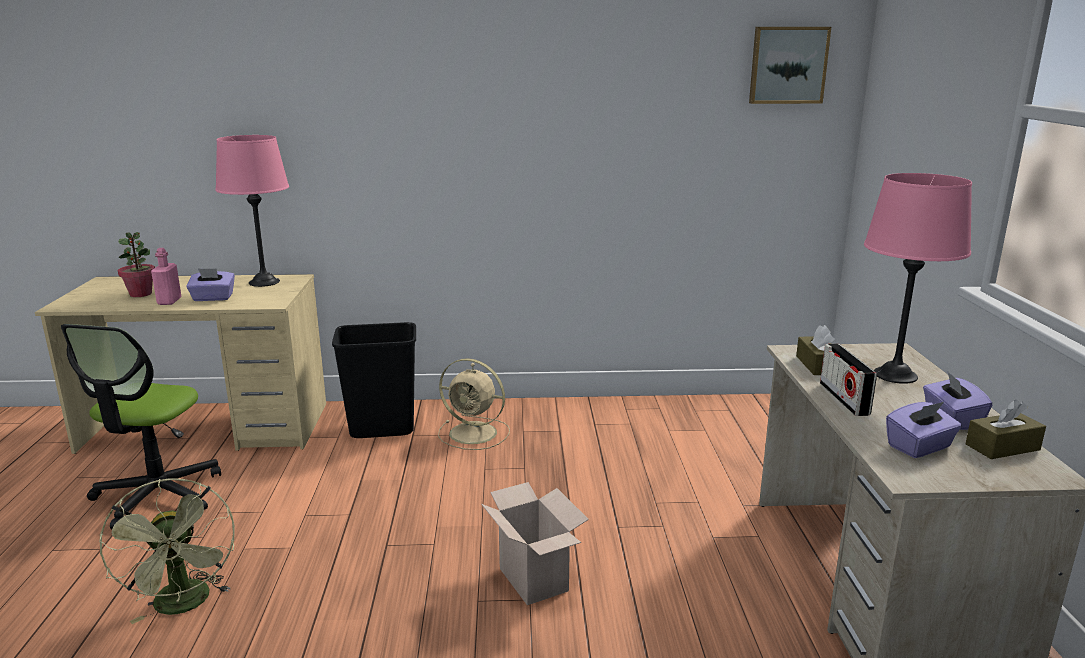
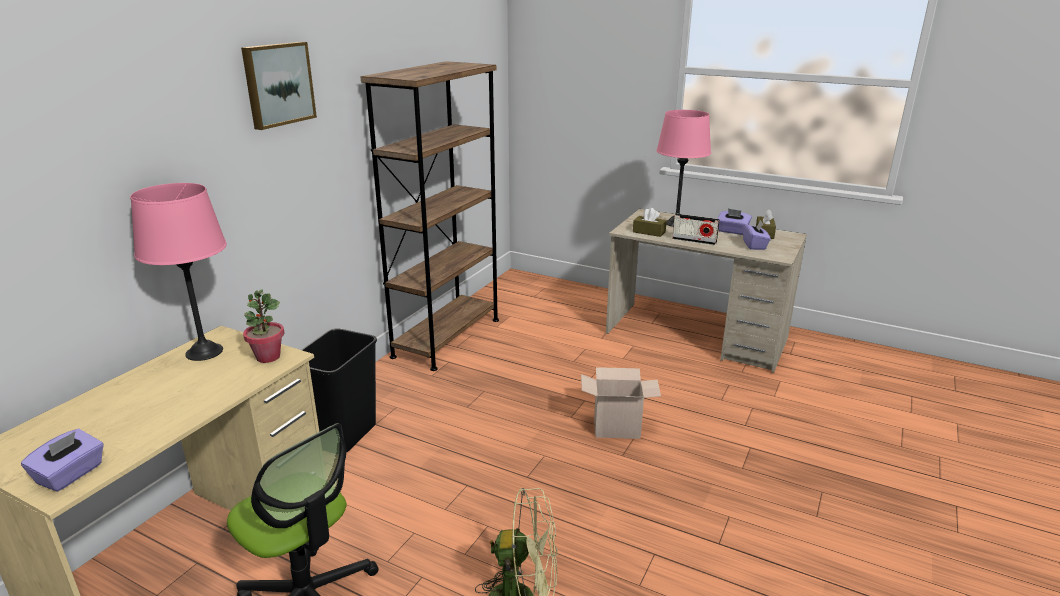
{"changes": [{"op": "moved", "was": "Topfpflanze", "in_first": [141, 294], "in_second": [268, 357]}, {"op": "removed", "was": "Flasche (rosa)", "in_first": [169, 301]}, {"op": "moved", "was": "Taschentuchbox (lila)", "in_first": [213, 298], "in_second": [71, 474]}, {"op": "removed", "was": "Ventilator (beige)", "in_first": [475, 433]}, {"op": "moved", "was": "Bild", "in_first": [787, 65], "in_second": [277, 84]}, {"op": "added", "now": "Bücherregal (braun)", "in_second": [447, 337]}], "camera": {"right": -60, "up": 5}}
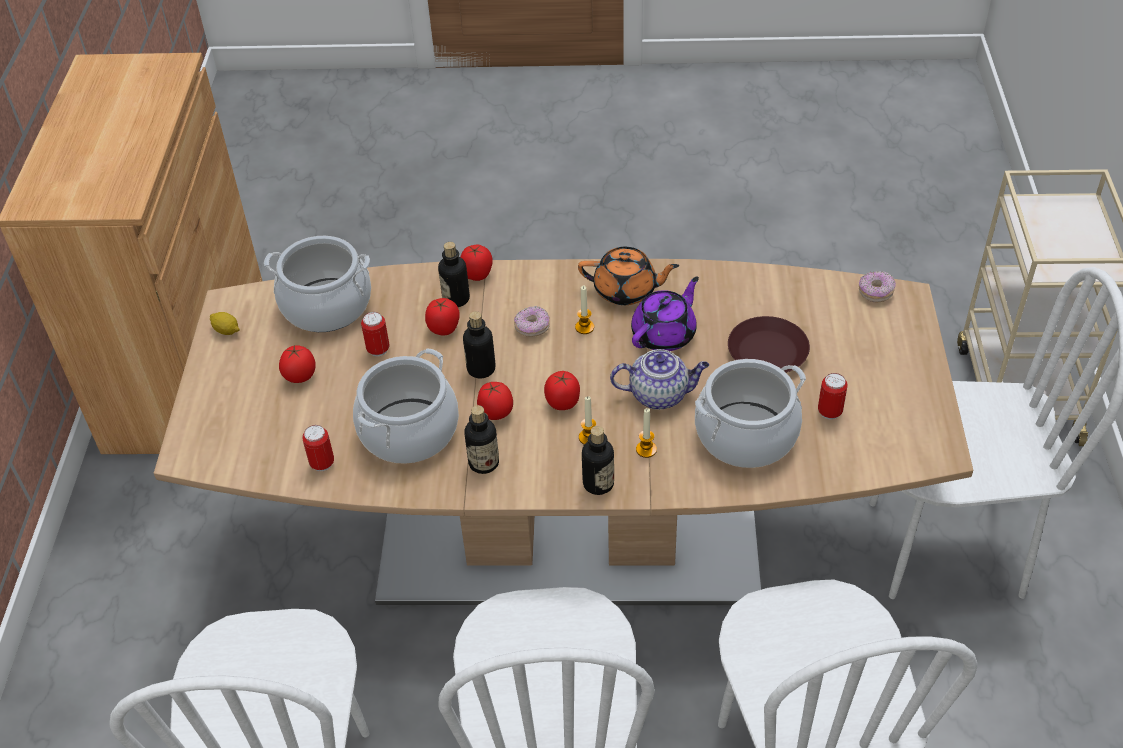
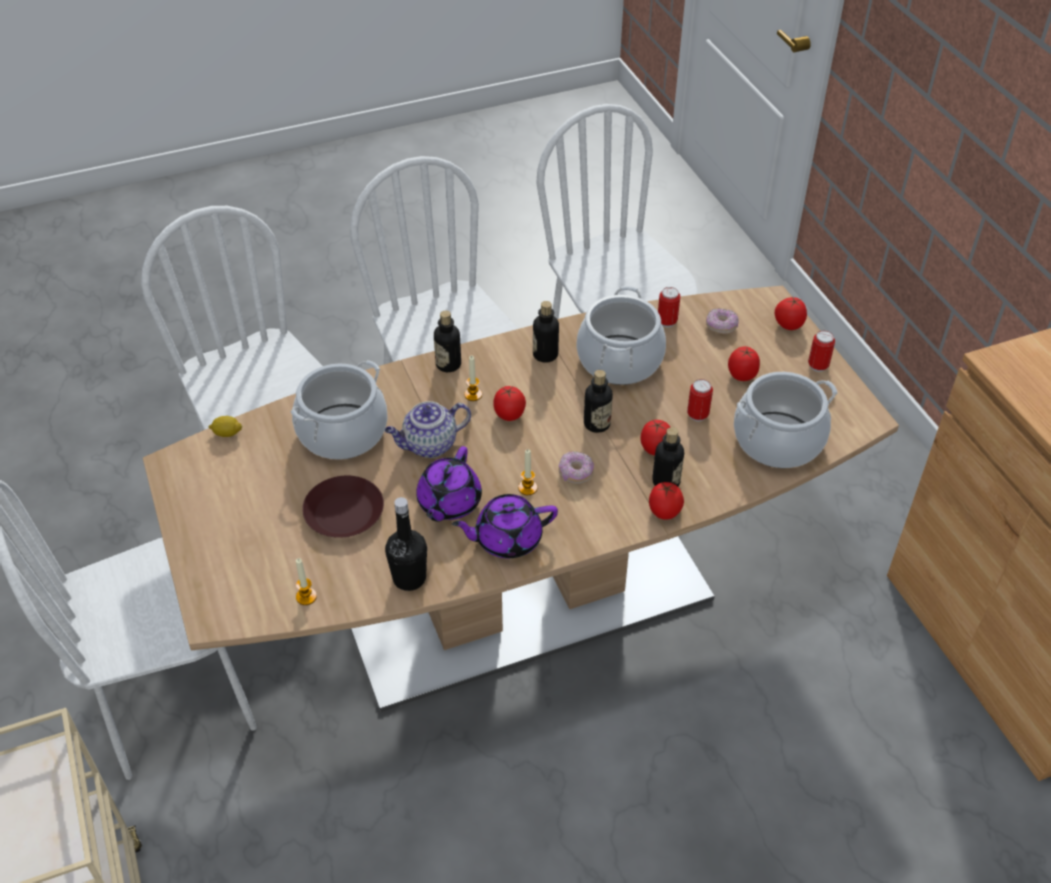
{"changes": [{"op": "moved", "was": "Zitrone", "in_first": [226, 330], "in_second": [227, 433]}, {"op": "moved", "was": "Tomate", "in_first": [496, 413], "in_second": [788, 325]}, {"op": "recoloured", "was": "Teekanne (orange)", "now": "Teekanne (lila)", "in_first": [626, 290], "in_second": [507, 539]}, {"op": "moved", "was": "Kerze", "in_first": [646, 449], "in_second": [306, 597]}, {"op": "moved", "was": "Dose", "in_first": [829, 412], "in_second": [818, 366]}, {"op": "moved", "was": "Donut", "in_first": [875, 292], "in_second": [721, 327]}, {"op": "added", "now": "Flasche (schwarz)", "in_second": [409, 578]}], "camera": {"right": 155, "up": 0}}
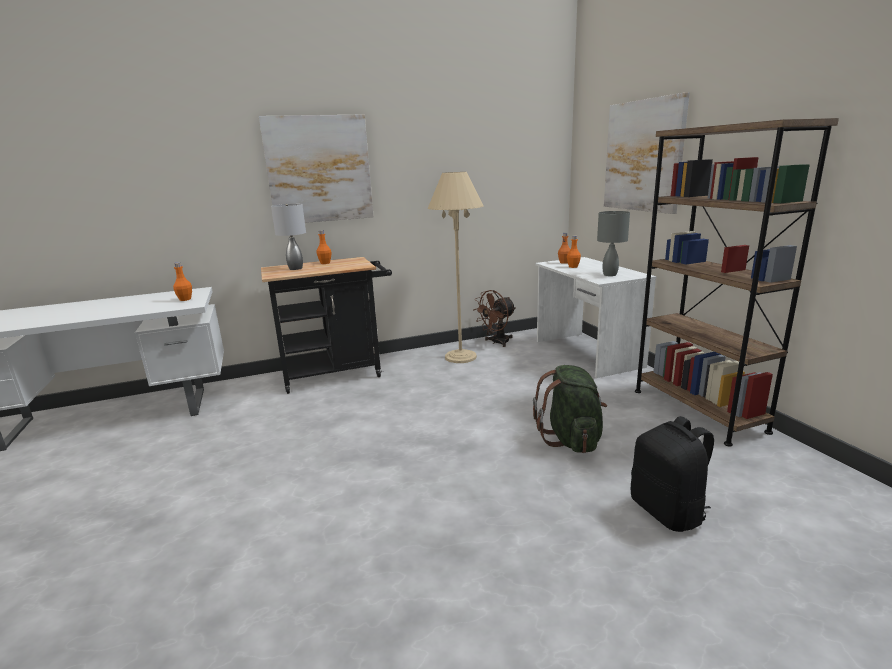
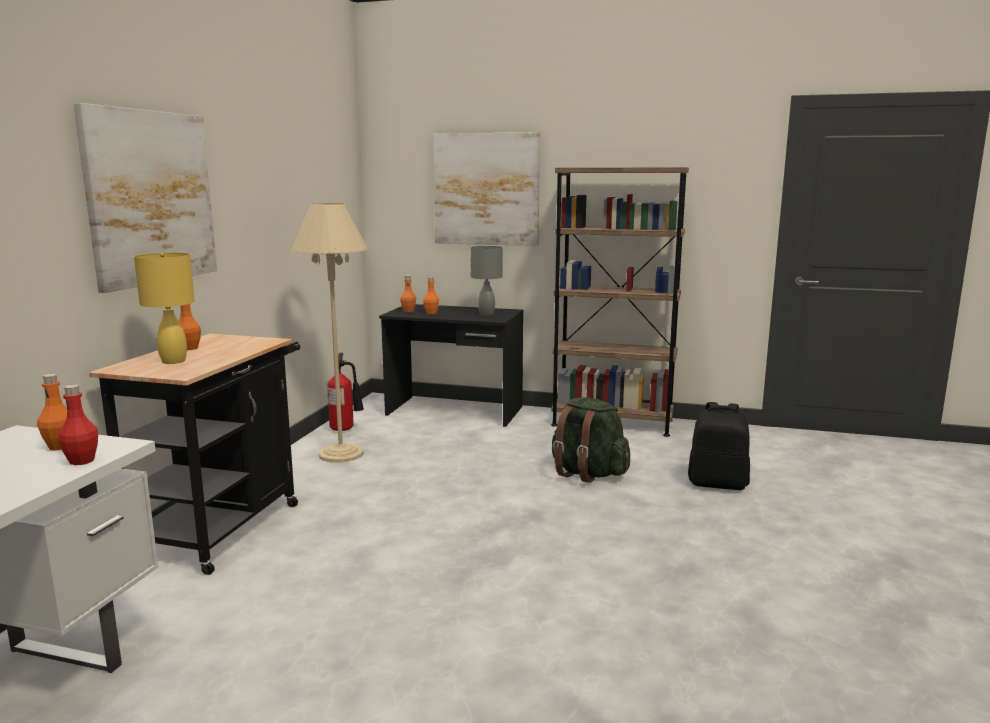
{"changes": [{"op": "recoloured", "was": "Tischlampe (grau)", "now": "Tischlampe (gelb)", "in_first": [295, 268], "in_second": [173, 361]}, {"op": "replaced", "was": "Ventilator (braun)", "now": "Feuerlöscher", "in_first": [496, 342], "in_second": [345, 429]}, {"op": "recoloured", "was": "Schreibtisch (weiß)", "now": "Schreibtisch (schwarz)", "in_first": [586, 354], "in_second": [454, 411]}, {"op": "added", "now": "Flasche (rot)", "in_second": [82, 461]}], "camera": {"right": -55, "up": -5}}
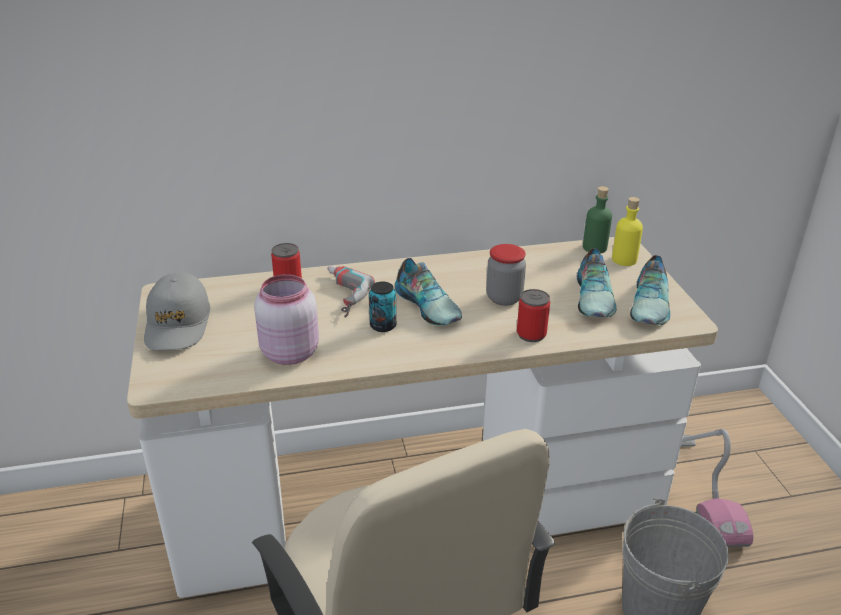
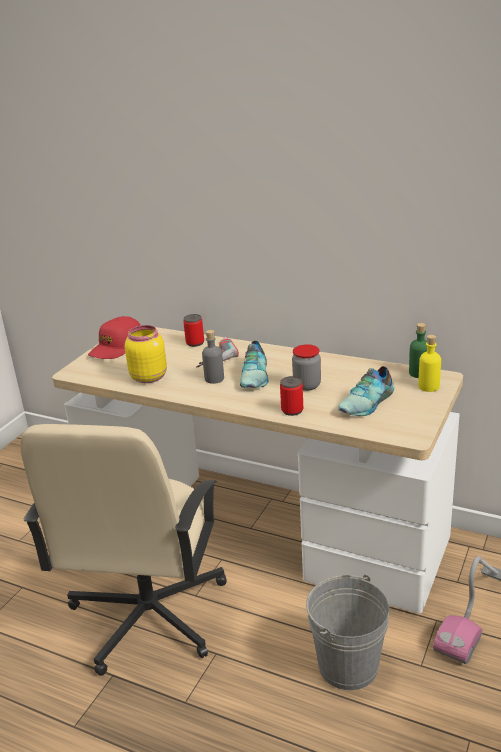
{"changes": [{"op": "recoloured", "was": "Kappe (grau)", "now": "Kappe (rot)", "in_first": [178, 324], "in_second": [117, 347]}, {"op": "recoloured", "was": "Vorratsglas (rosa)", "now": "Vorratsglas (gelb)", "in_first": [288, 352], "in_second": [148, 377]}, {"op": "replaced", "was": "Dose", "now": "Flasche (grau)", "in_first": [383, 326], "in_second": [214, 379]}, {"op": "removed", "was": "Schuh", "in_first": [651, 305]}], "camera": {"right": 40, "up": -5}}
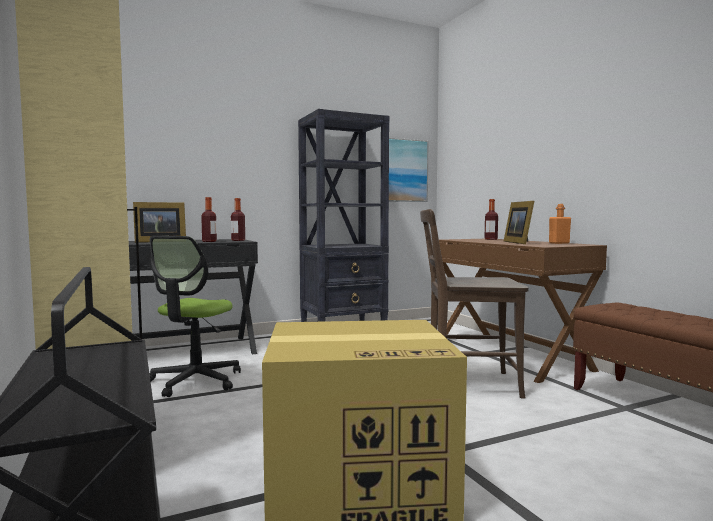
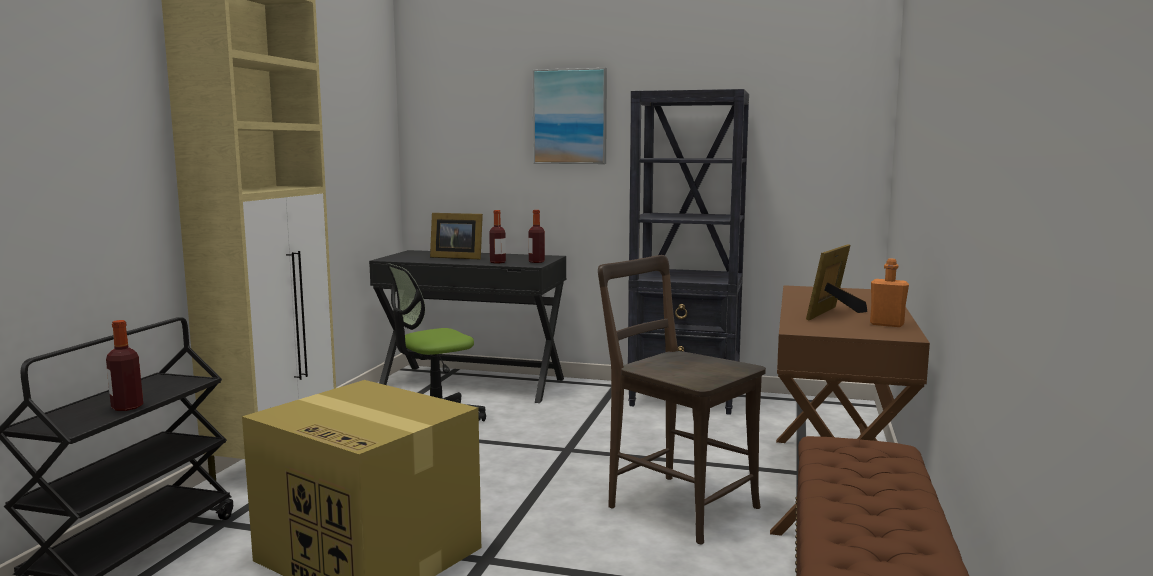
{"changes": [{"op": "moved", "was": "Bild", "in_first": [405, 170], "in_second": [570, 116]}, {"op": "moved", "was": "Flasche", "in_first": [491, 239], "in_second": [127, 407]}], "camera": {"right": 40, "up": 5}}
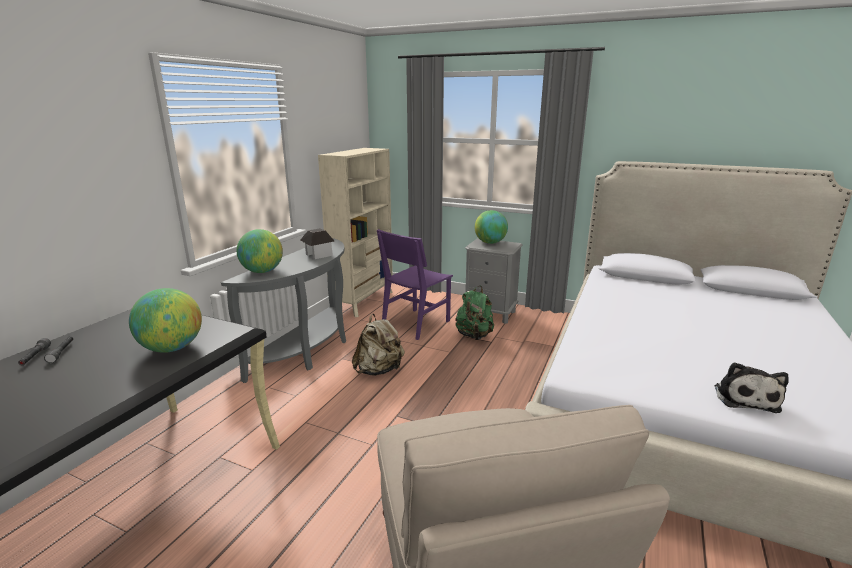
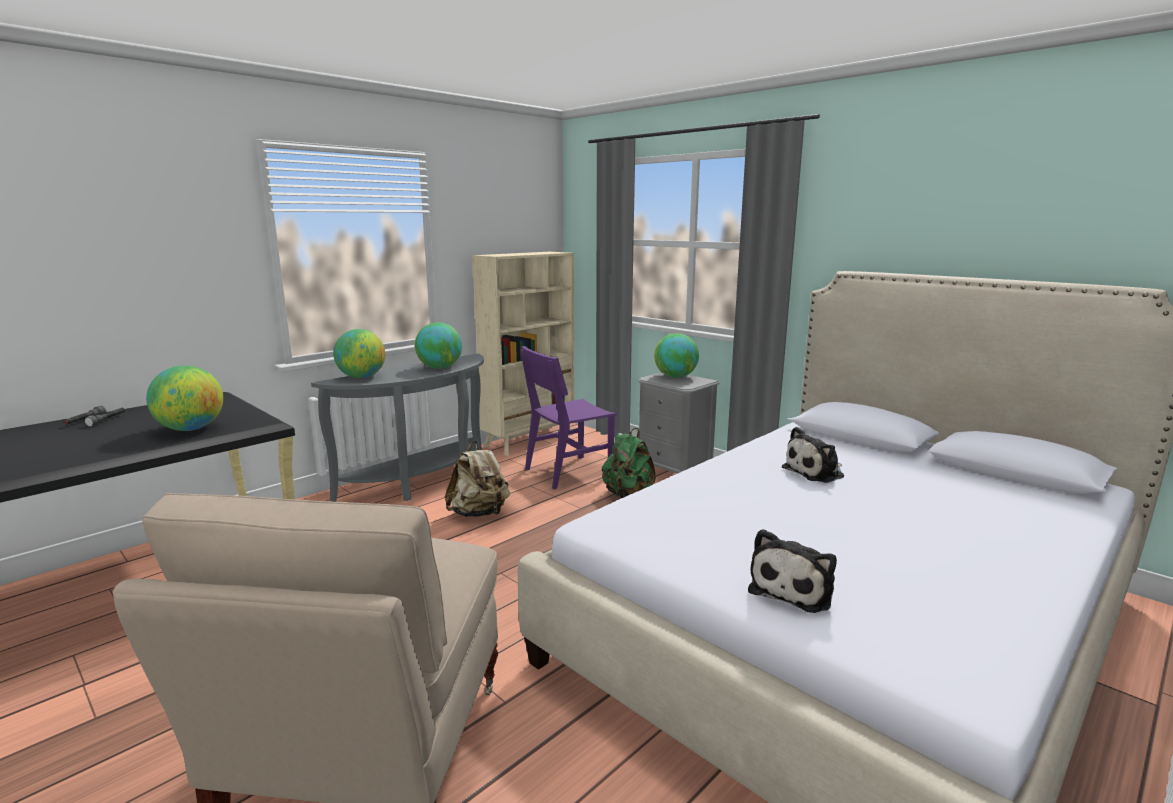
{"changes": [{"op": "replaced", "was": "Spielzeughaus", "now": "Globus", "in_first": [318, 255], "in_second": [439, 368]}, {"op": "added", "now": "Plüschtier", "in_second": [816, 472]}], "camera": {"right": 20, "up": -5}}
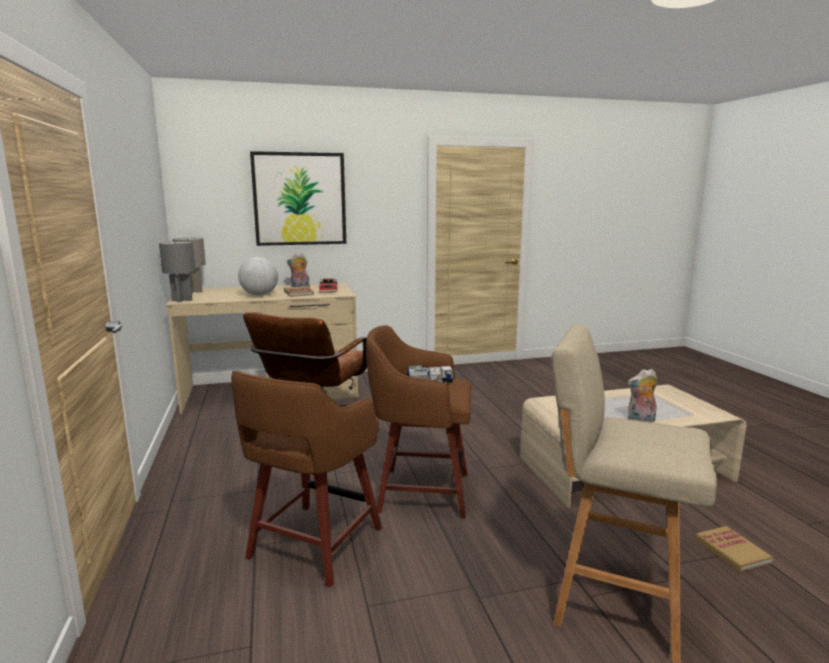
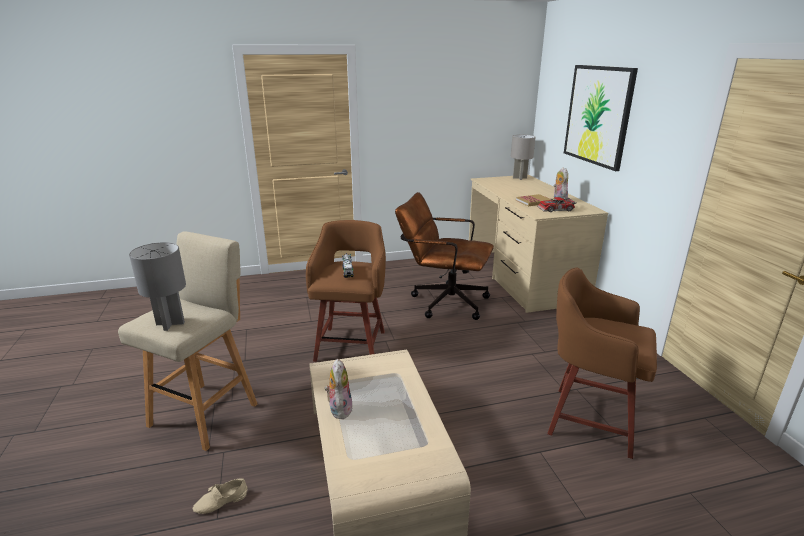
{"changes": [{"op": "moved", "was": "Tischlampe (grau)", "in_first": [182, 300], "in_second": [169, 324]}, {"op": "moved", "was": "Hocker (braun)", "in_first": [312, 545], "in_second": [588, 419]}, {"op": "removed", "was": "Globus", "in_first": [259, 295]}, {"op": "replaced", "was": "Buch", "now": "Schuh (beige)", "in_first": [732, 550], "in_second": [221, 502]}], "camera": {"right": 90, "up": 10}}
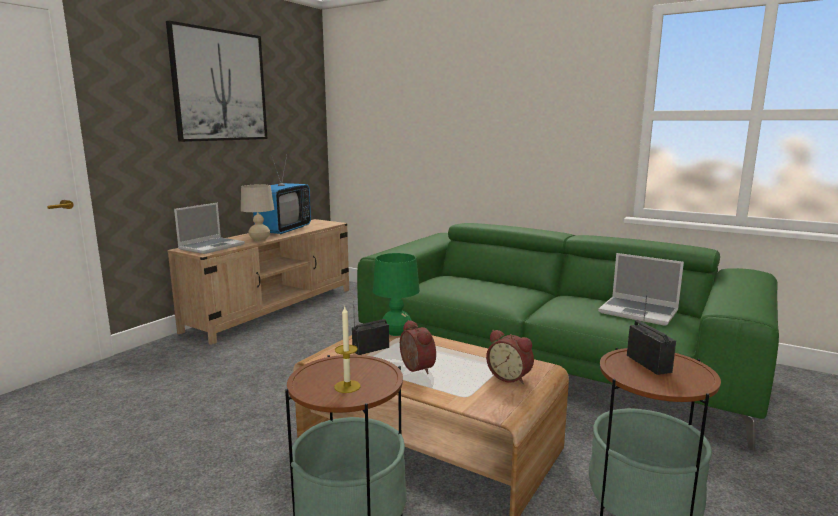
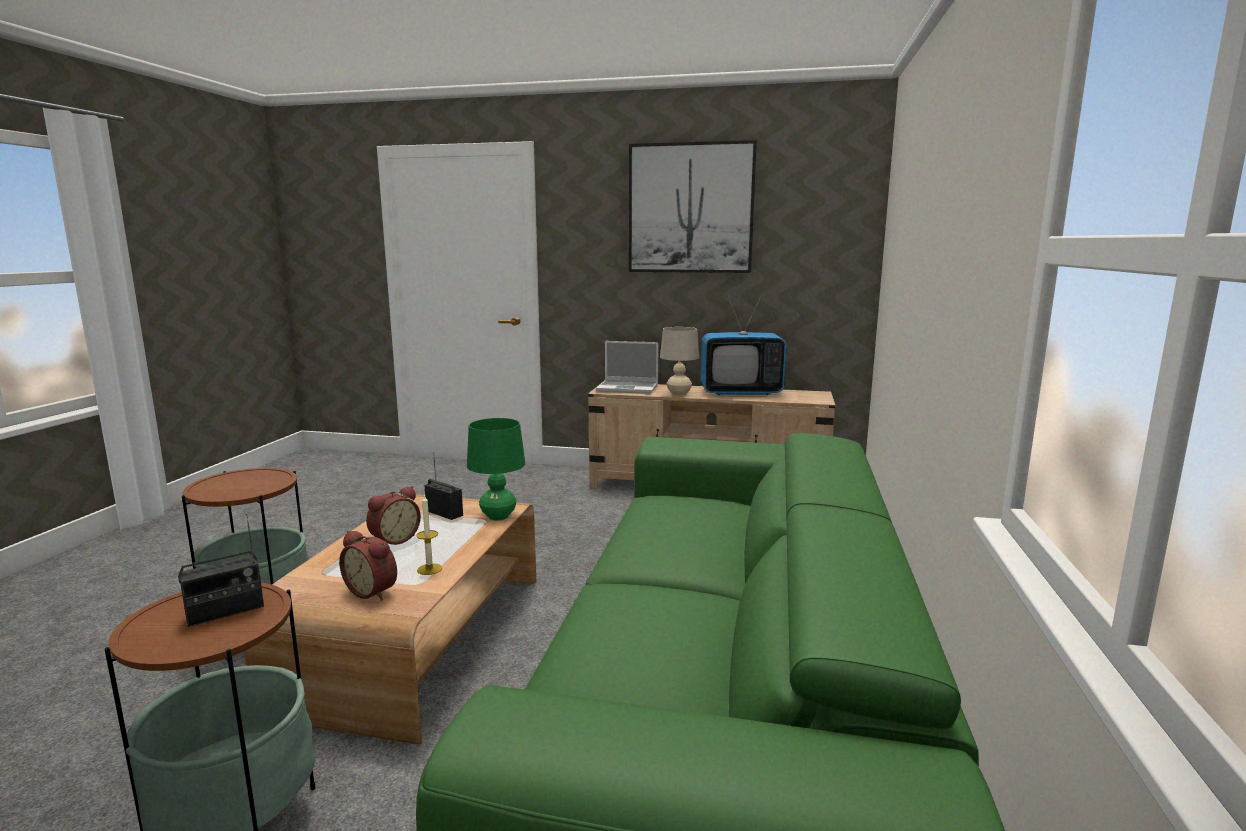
{"changes": [{"op": "moved", "was": "Kerze", "in_first": [347, 386], "in_second": [429, 569]}, {"op": "turned", "was": "Wecker", "in_first": [510, 377], "in_second": [373, 591], "clockwise": -75}, {"op": "removed", "was": "Laptop", "in_first": [639, 312]}], "camera": {"right": 70, "up": 0}}
